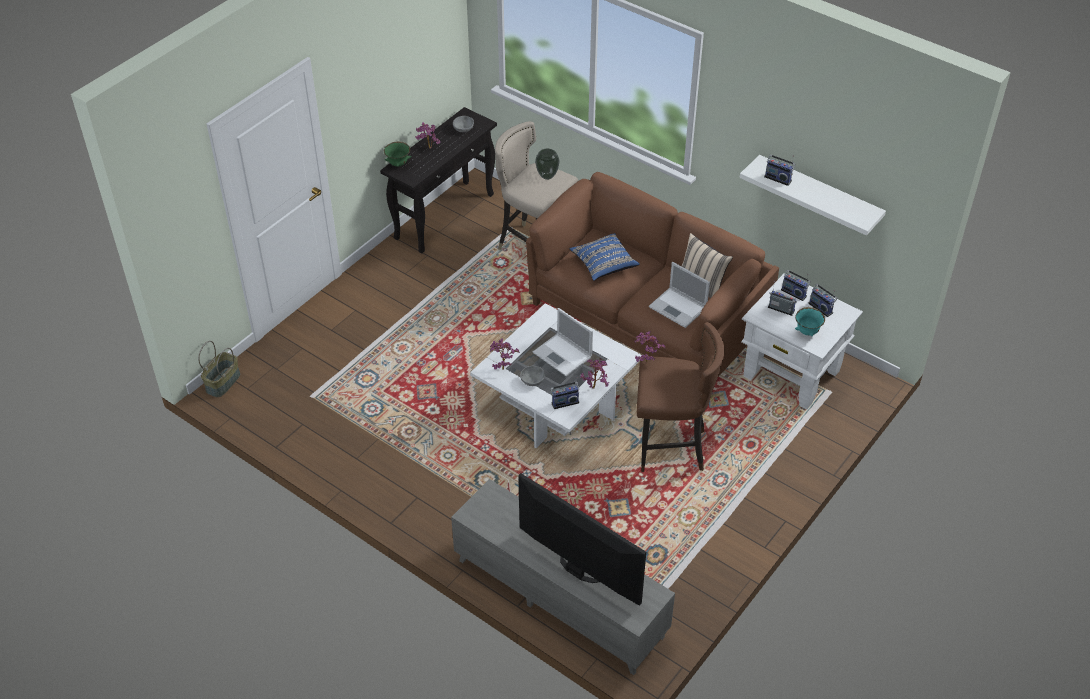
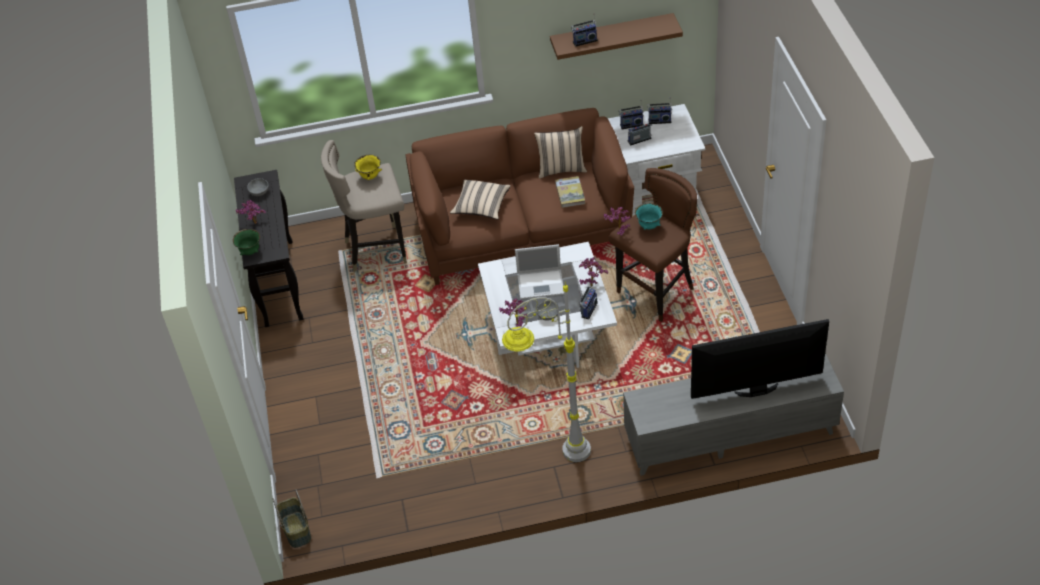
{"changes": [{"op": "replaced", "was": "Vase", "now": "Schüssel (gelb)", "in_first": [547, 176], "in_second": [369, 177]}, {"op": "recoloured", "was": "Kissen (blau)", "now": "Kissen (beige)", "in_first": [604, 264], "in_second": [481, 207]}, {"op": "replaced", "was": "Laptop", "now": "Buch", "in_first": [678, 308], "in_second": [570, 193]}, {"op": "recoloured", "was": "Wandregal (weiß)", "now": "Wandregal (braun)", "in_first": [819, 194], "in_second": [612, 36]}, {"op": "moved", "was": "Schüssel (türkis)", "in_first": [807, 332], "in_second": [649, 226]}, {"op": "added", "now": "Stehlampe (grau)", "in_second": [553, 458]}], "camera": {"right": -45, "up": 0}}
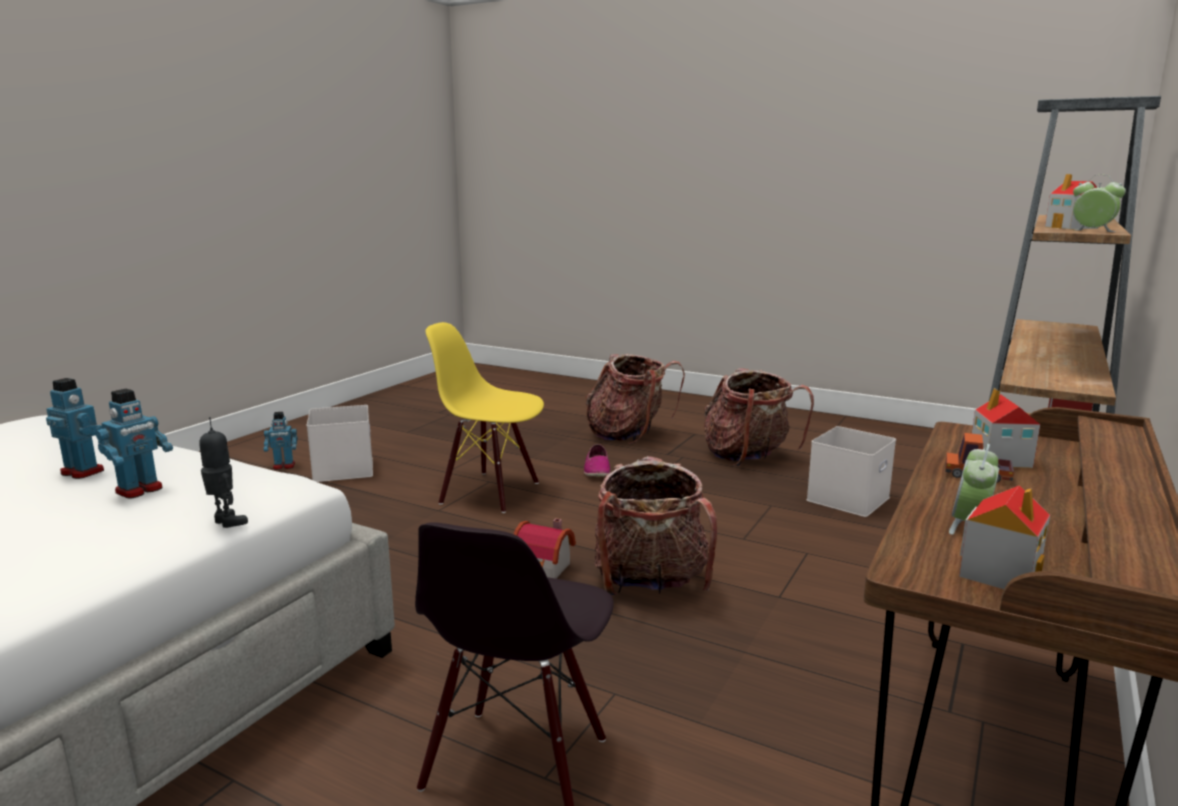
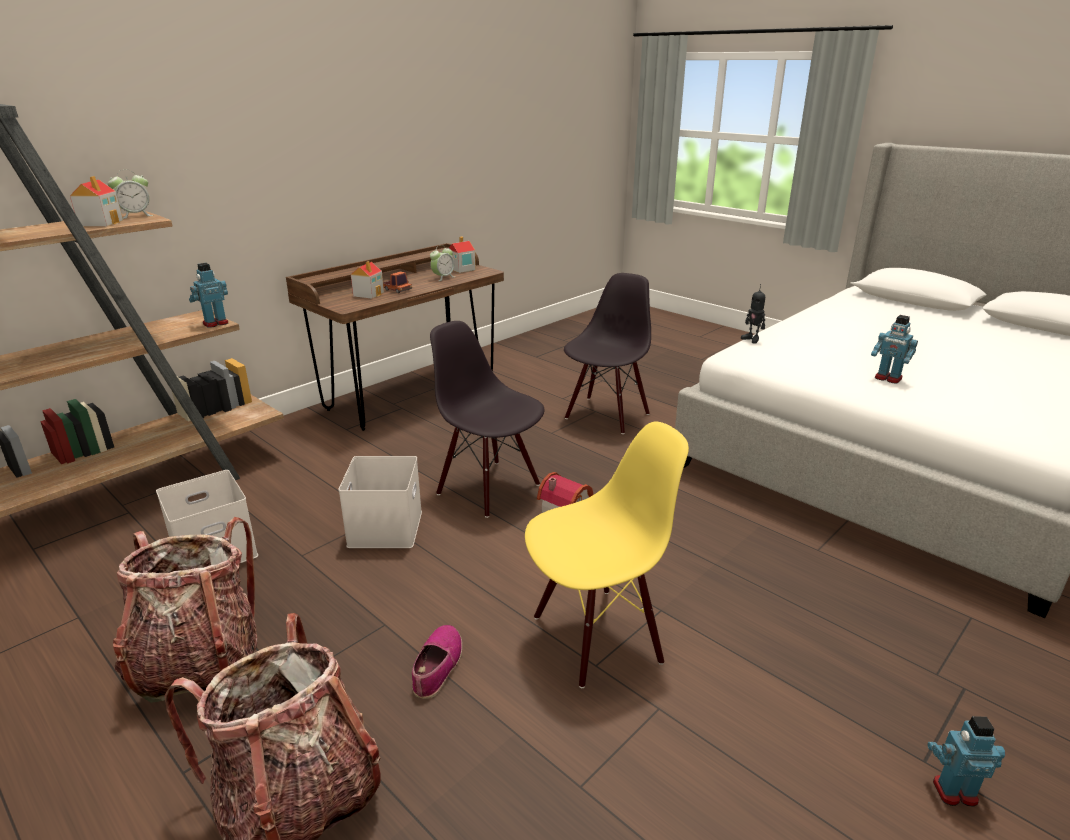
{"changes": [{"op": "moved", "was": "Spielzeugroboter", "in_first": [140, 490], "in_second": [215, 323]}, {"op": "moved", "was": "Aufbewahrungsbox (weiß)", "in_first": [344, 469], "in_second": [384, 527]}, {"op": "turned", "was": "Stuhl (gelb)", "in_first": [490, 492], "in_second": [597, 637], "clockwise": -60}, {"op": "replaced", "was": "Rucksack", "now": "Stuhl (schwarz)", "in_first": [650, 583], "in_second": [489, 488]}, {"op": "turned", "was": "Wecker", "in_first": [1092, 231], "in_second": [136, 216], "clockwise": -90}], "camera": {"right": -165, "up": 10}}
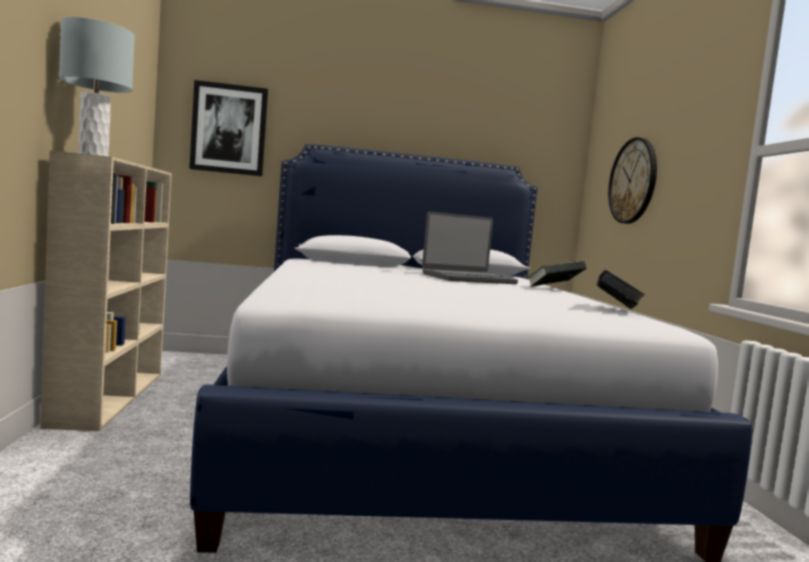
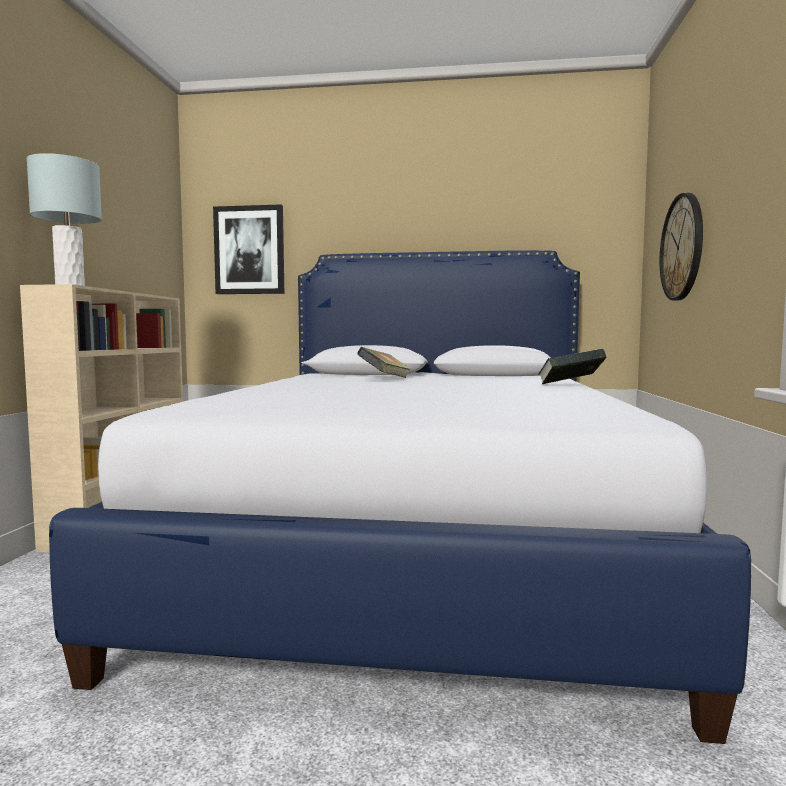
{"changes": [{"op": "removed", "was": "Laptop", "in_first": [468, 279]}, {"op": "moved", "was": "Buch", "in_first": [617, 310], "in_second": [384, 378]}], "camera": {"right": 15, "up": 0}}
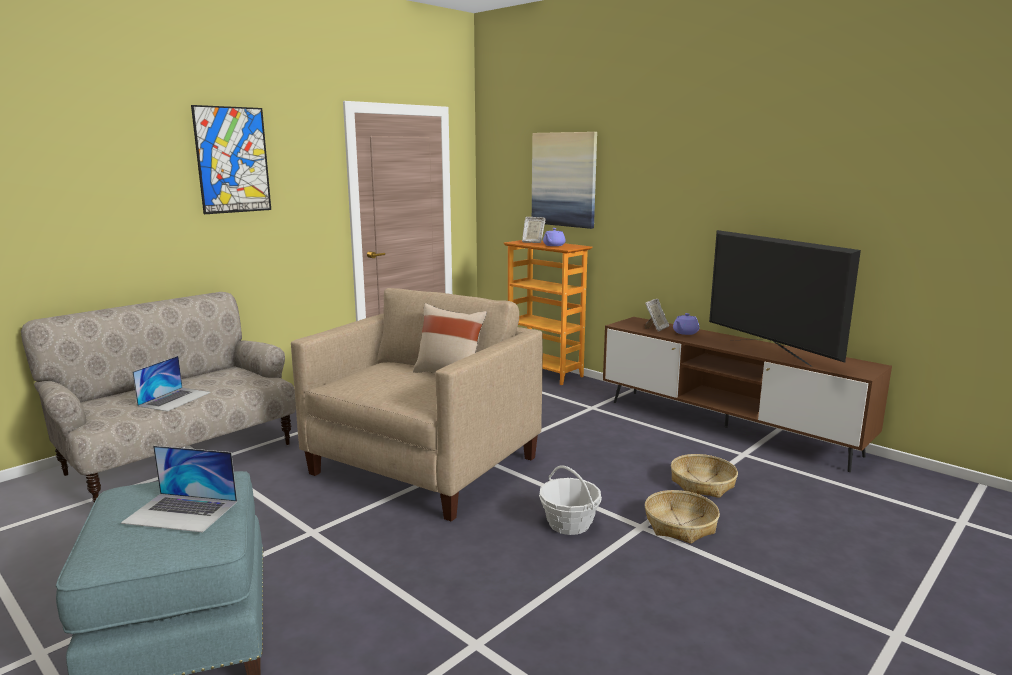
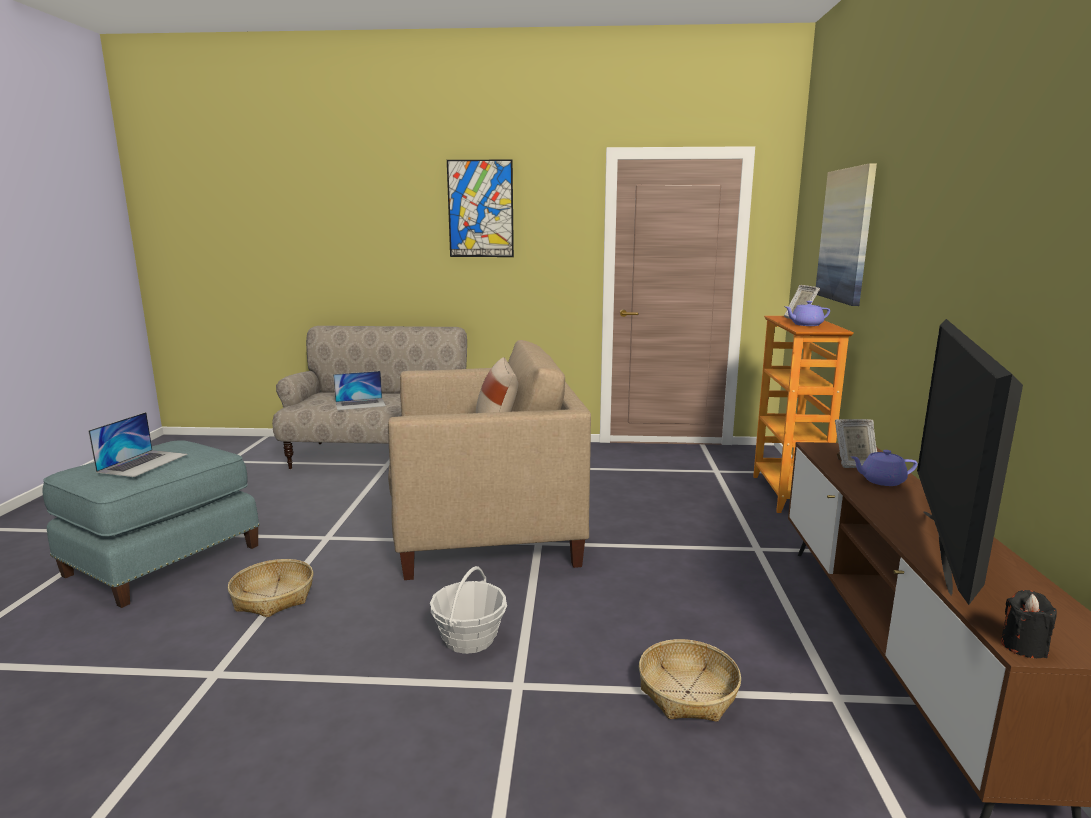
{"changes": [{"op": "turned", "was": "Laptop", "in_first": [181, 512], "in_second": [143, 463], "clockwise": -135}, {"op": "moved", "was": "Korb", "in_first": [680, 525], "in_second": [273, 597]}, {"op": "added", "now": "Kerze (schwarz)", "in_second": [1023, 646]}], "camera": {"right": 50, "up": 0}}
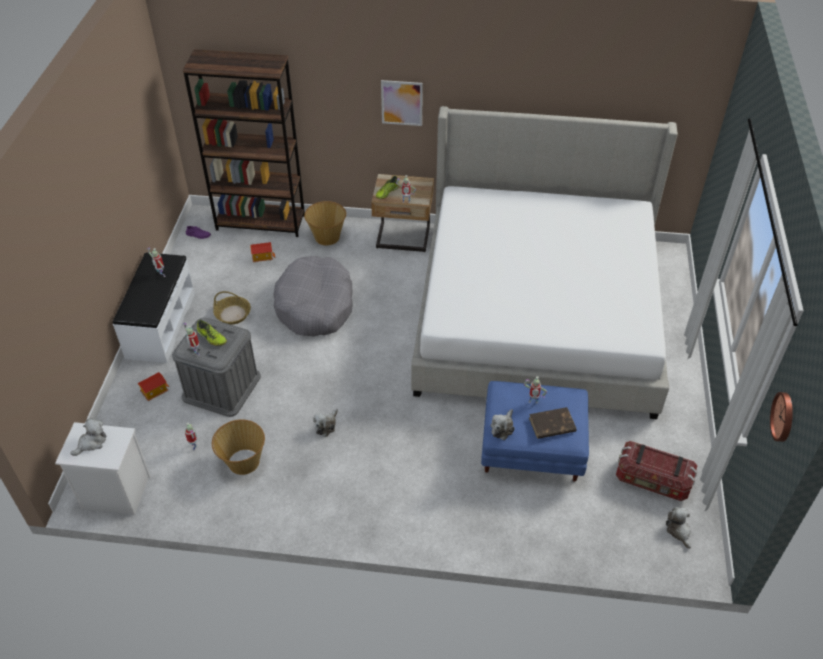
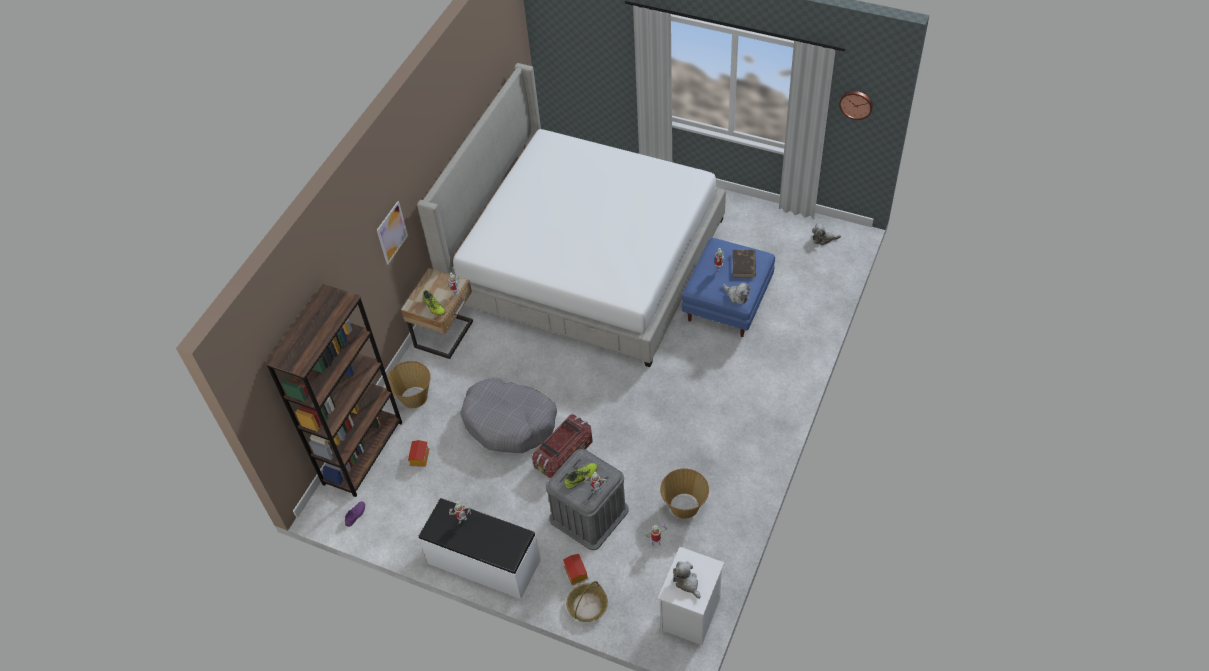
{"changes": [{"op": "moved", "was": "Korb", "in_first": [232, 314], "in_second": [587, 606]}, {"op": "removed", "was": "Plüschtier", "in_first": [326, 425]}, {"op": "moved", "was": "Aufbewahrungsbox", "in_first": [652, 481], "in_second": [565, 455]}], "camera": {"right": -70, "up": 5}}
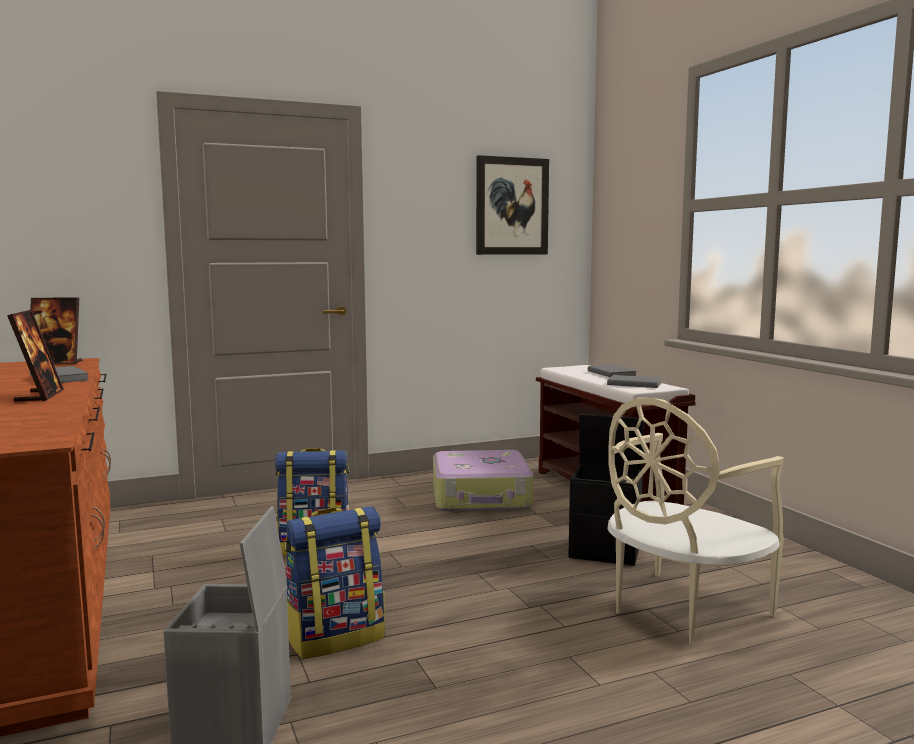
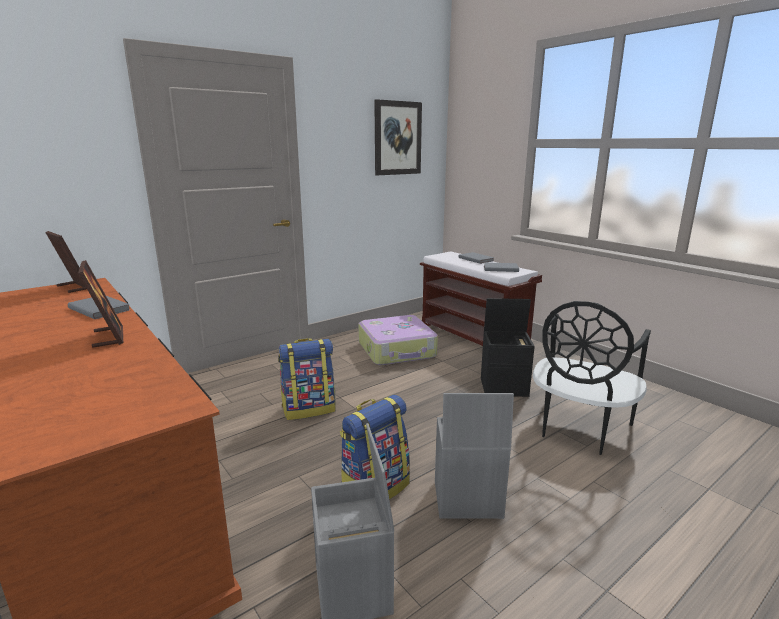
{"changes": [{"op": "turned", "was": "Bilderrahmen", "in_first": [56, 363], "in_second": [73, 287], "clockwise": -120}, {"op": "recoloured", "was": "Stuhl (beige)", "now": "Stuhl (schwarz)", "in_first": [681, 610], "in_second": [578, 428]}, {"op": "added", "now": "Aufbewahrungsbox (grau)", "in_second": [466, 500]}], "camera": {"right": -15, "up": 10}}
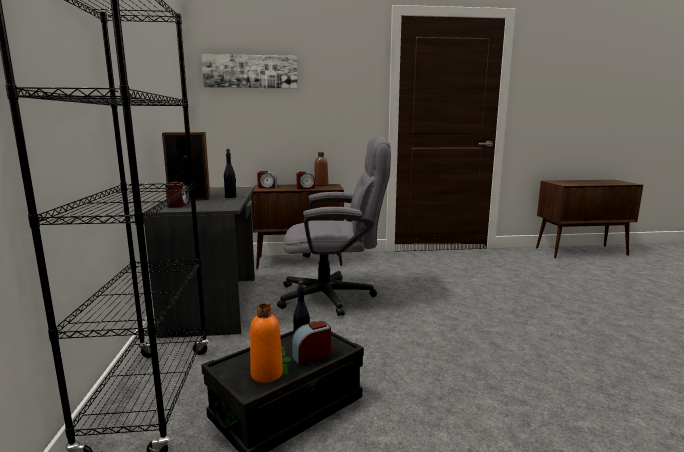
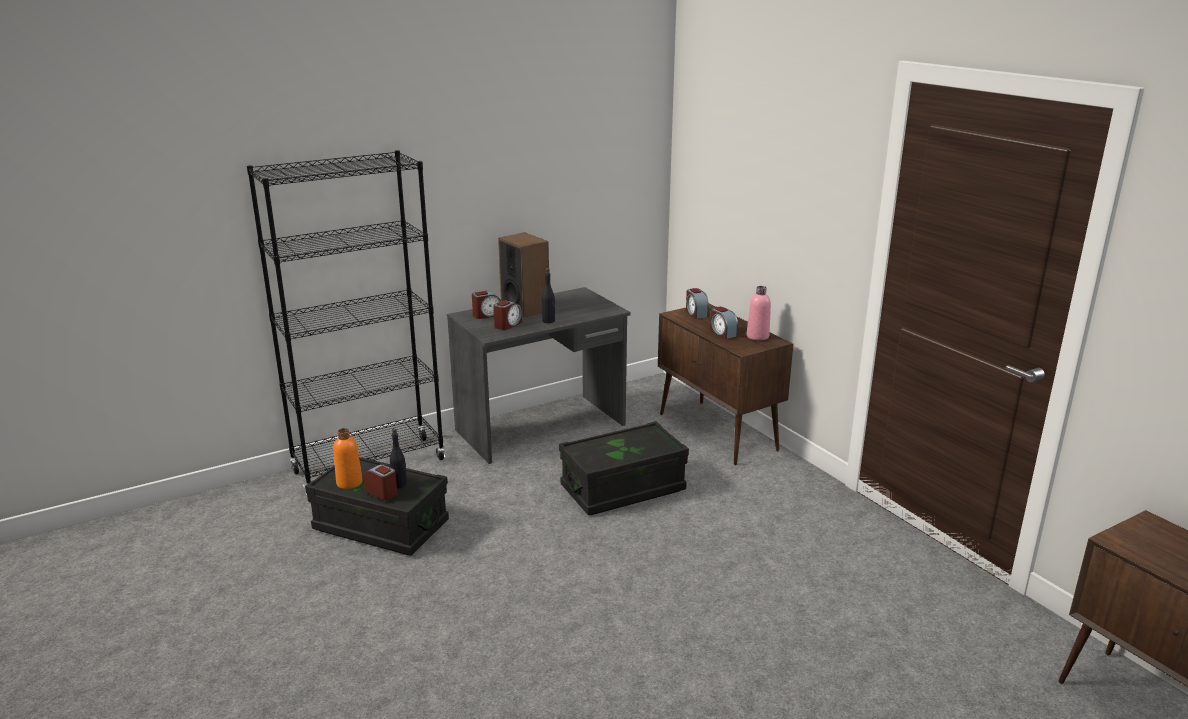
{"changes": [{"op": "removed", "was": "Bild", "in_first": [250, 71]}, {"op": "replaced", "was": "Bürostuhl (grau)", "now": "Aufbewahrungsbox (schwarz)", "in_first": [335, 296], "in_second": [623, 488]}, {"op": "recoloured", "was": "Flasche (braun)", "now": "Flasche (rosa)", "in_first": [321, 185], "in_second": [757, 336]}, {"op": "added", "now": "Wecker", "in_second": [507, 325]}], "camera": {"right": 65, "up": 10}}
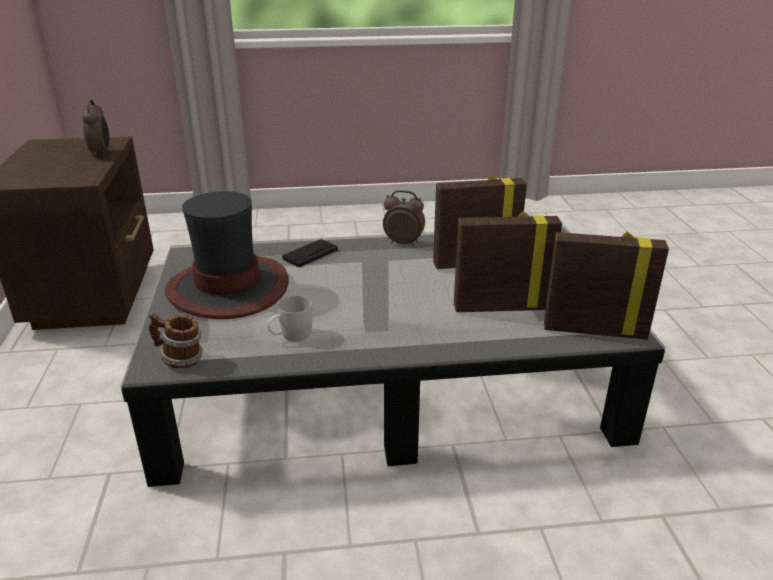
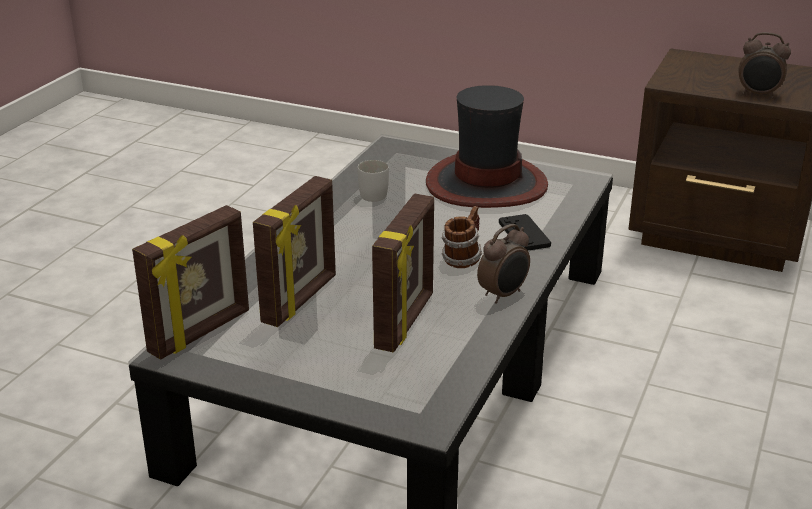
{"changes": [{"op": "moved", "was": "Henkelbecher", "in_first": [179, 360], "in_second": [462, 259]}], "camera": {"right": 120, "up": 0}}
